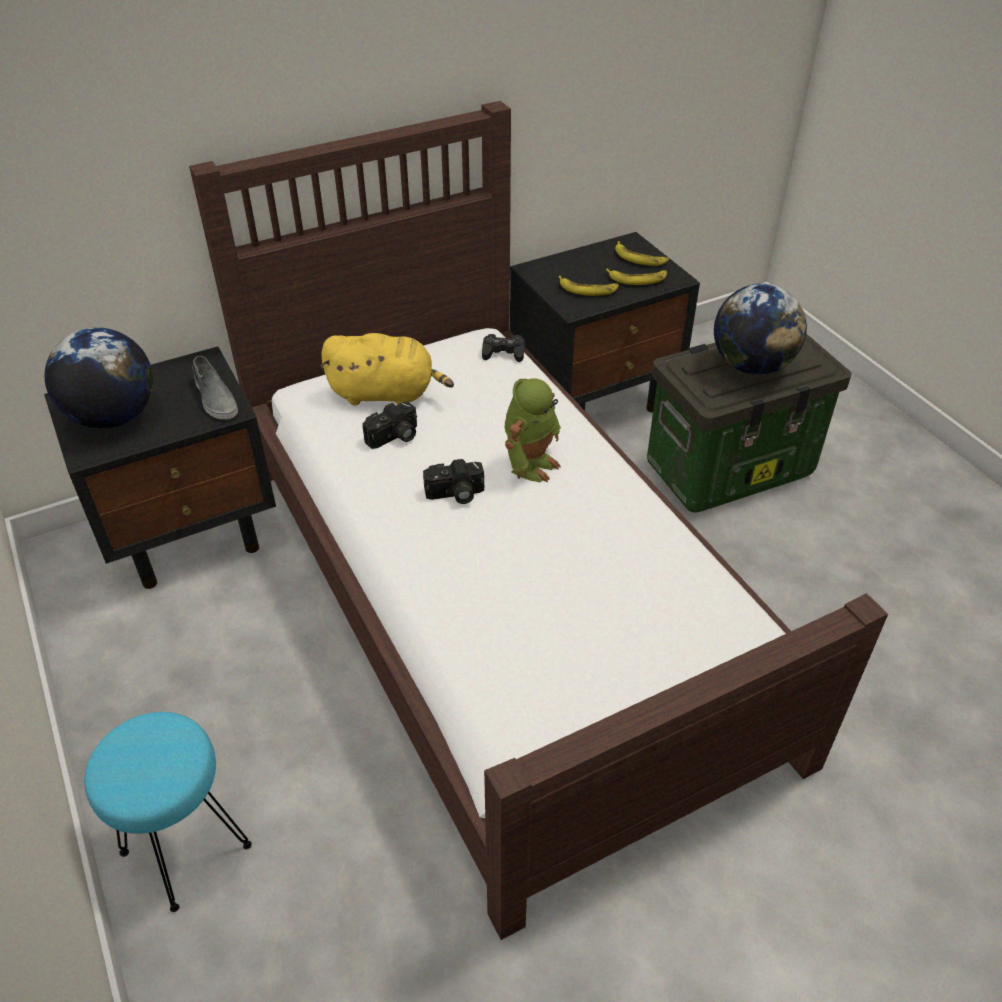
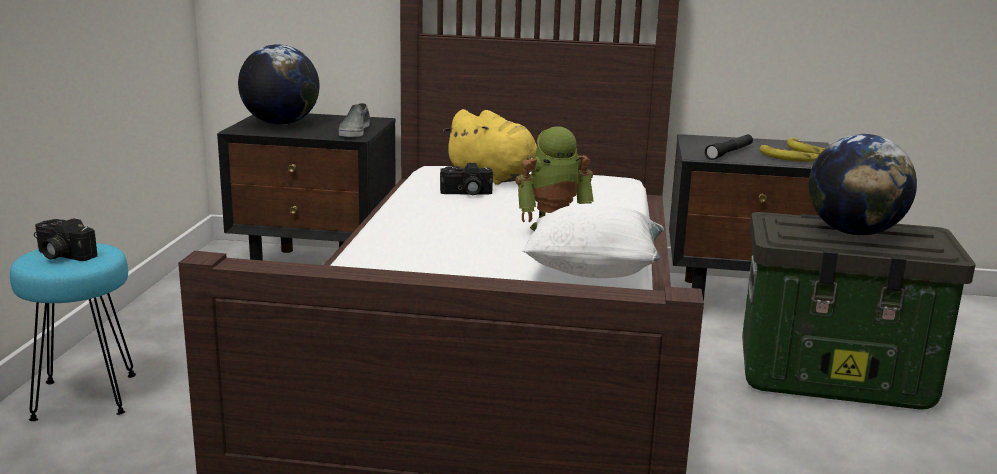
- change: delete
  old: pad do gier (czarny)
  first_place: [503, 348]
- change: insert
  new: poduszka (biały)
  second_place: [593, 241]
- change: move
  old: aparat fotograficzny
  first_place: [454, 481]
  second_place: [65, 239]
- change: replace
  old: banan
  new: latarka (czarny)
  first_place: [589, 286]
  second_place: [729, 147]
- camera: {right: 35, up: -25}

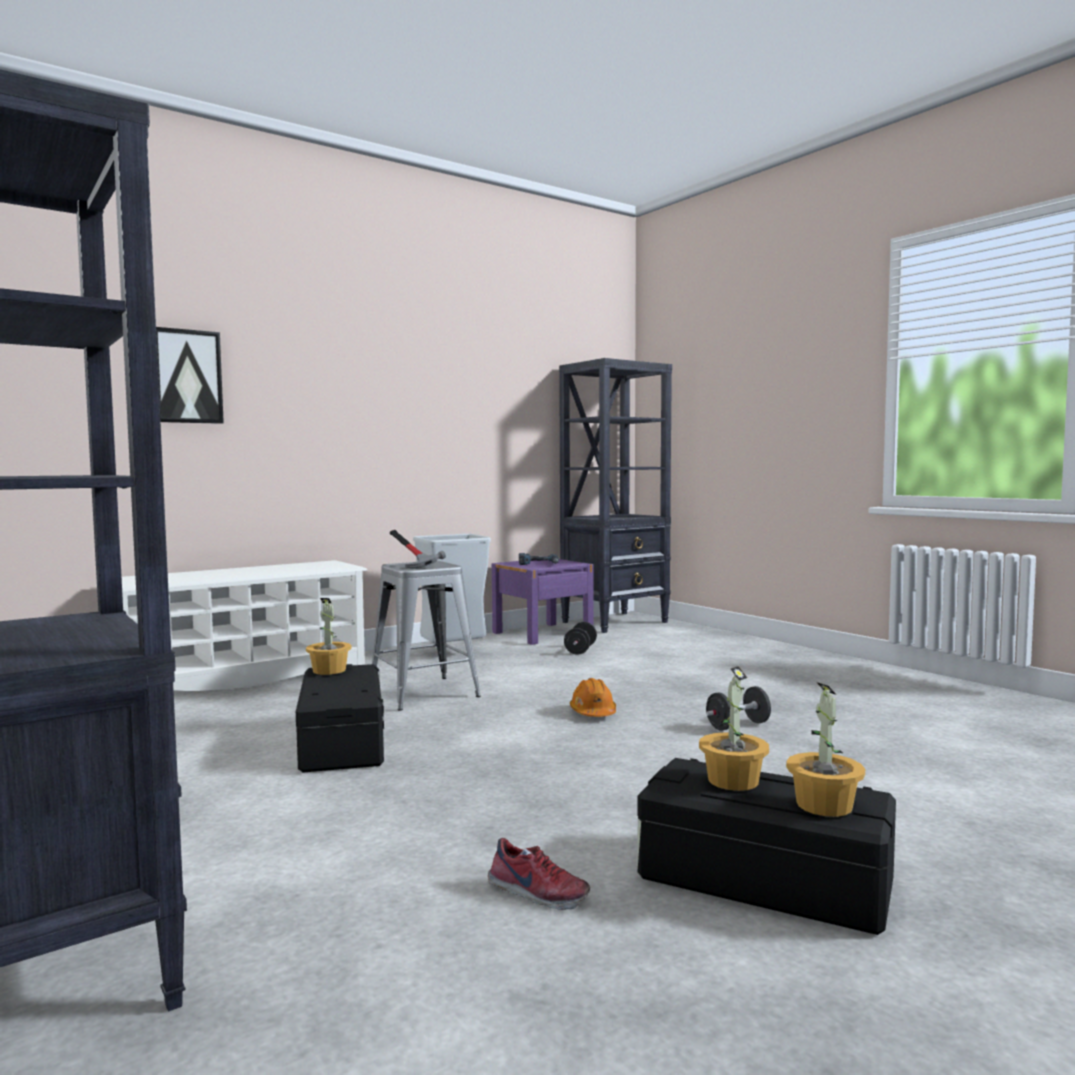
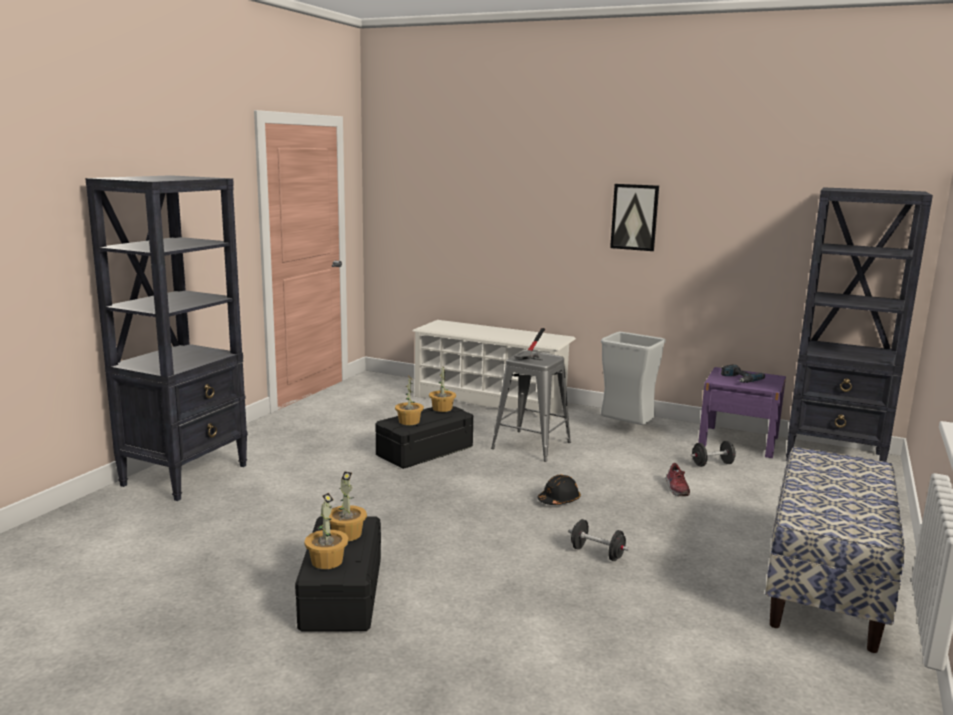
- change: insert
  new: roślina doniczkowa
  second_place: [409, 400]
- change: insert
  new: ławka
  second_place: [835, 550]
- change: move
  old: obraz
  first_place: [190, 375]
  second_place: [634, 217]
- change: move
  old: but
  first_place: [539, 874]
  second_place: [677, 480]
- change: recolor
  old: kask (pomarańczowy)
  new: kask (czarny)
  first_place: [593, 697]
  second_place: [559, 489]
- camera: {right: 60, up: 10}

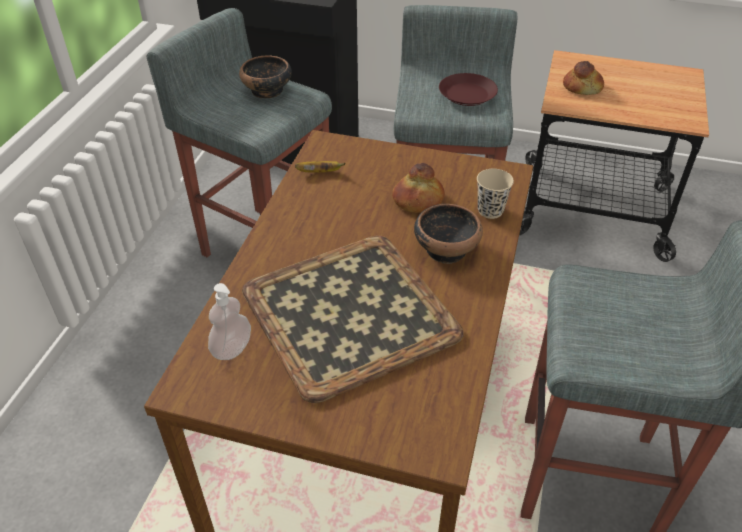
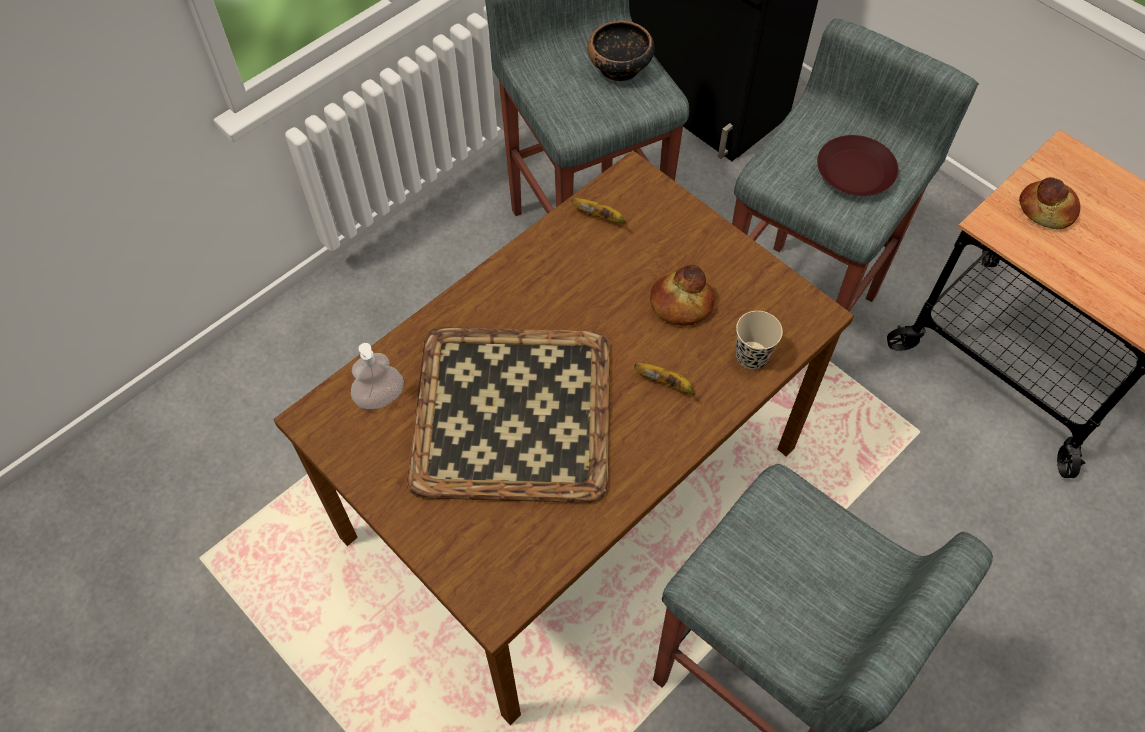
- change: replace
  old: miska
  new: banan
  first_place: [448, 234]
  second_place: [664, 379]
- camera: {right: 30, up: 15}

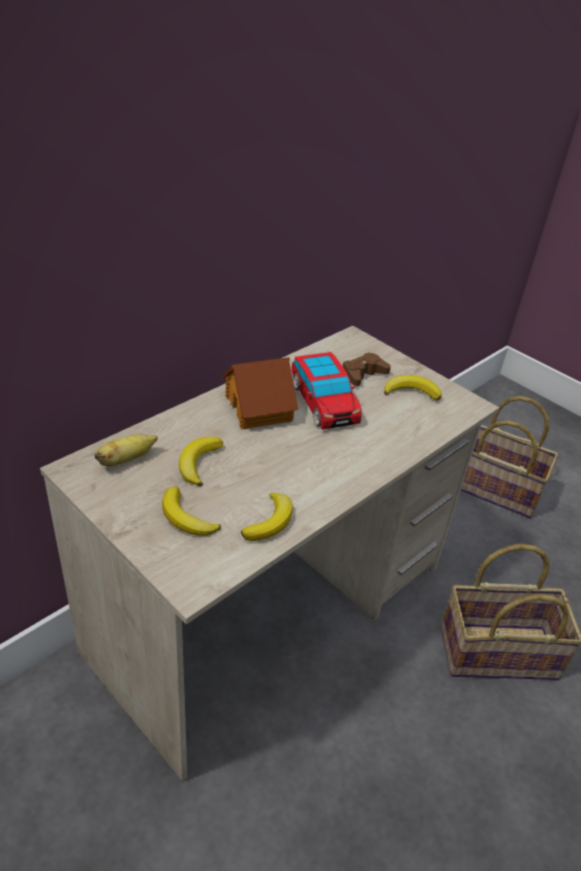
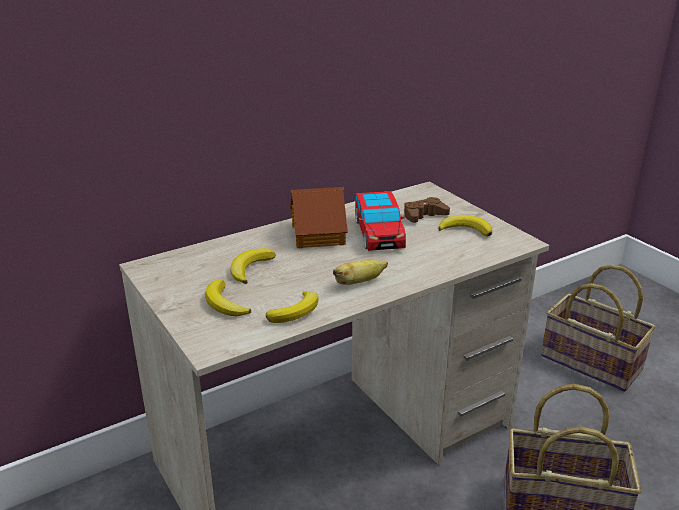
- change: move
  old: banan
  first_place: [126, 450]
  second_place: [360, 272]
- camera: {right: 15, up: -10}

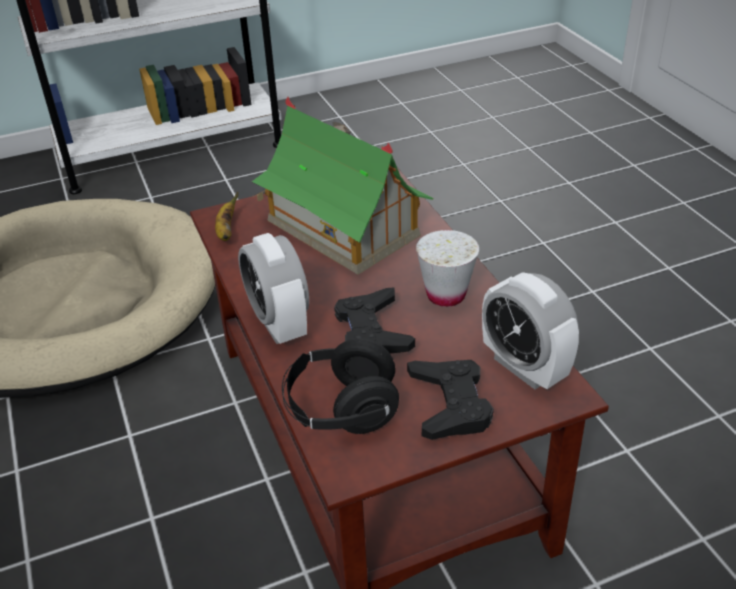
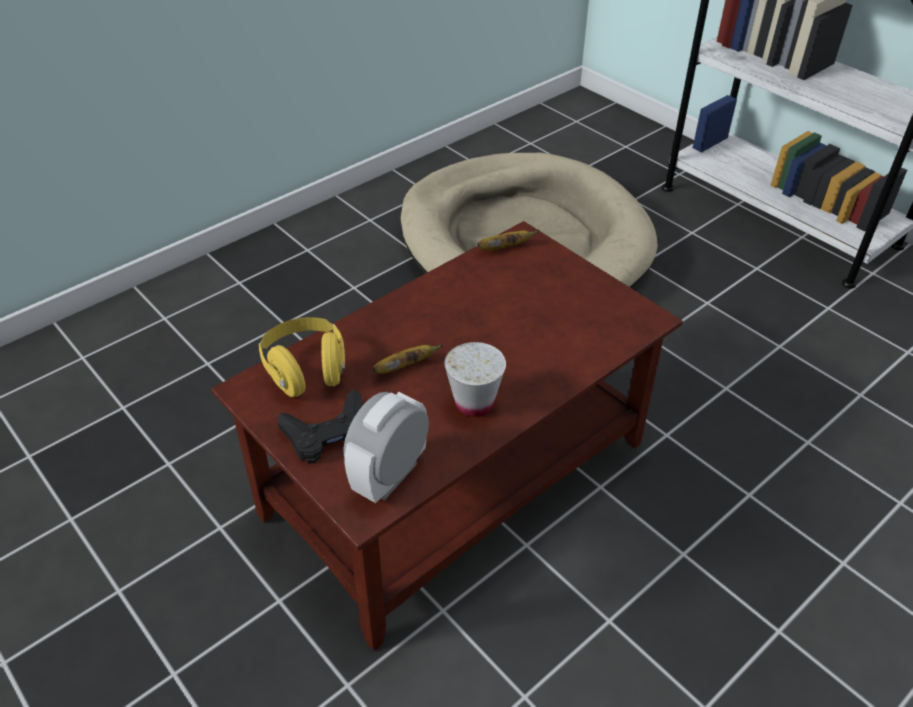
- change: delete
  old: budzik
  first_place: [273, 288]
- change: delete
  old: domek
  first_place: [342, 186]
- change: replace
  old: pad do gier (czarny)
  new: banan
  first_place: [374, 320]
  second_place: [408, 359]
- change: recolor
  old: słuchawki (czarny)
  new: słuchawki (żółty)
  first_place: [340, 386]
  second_place: [302, 357]
- camera: {right: 70, up: 5}

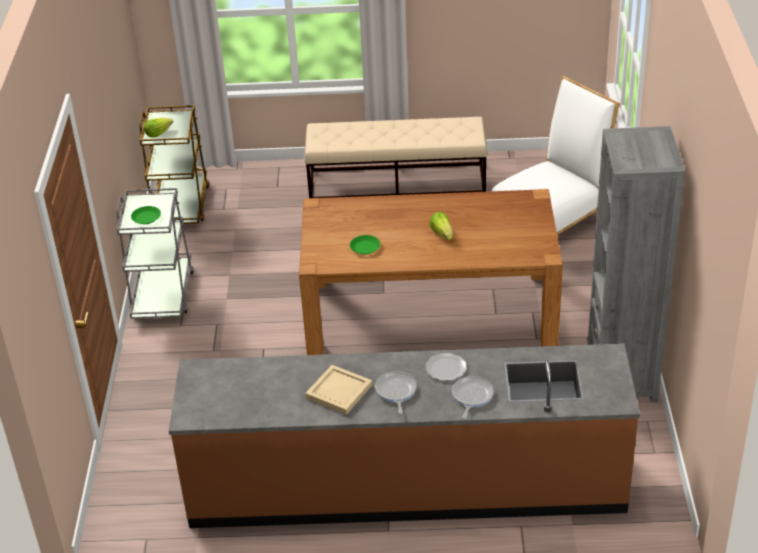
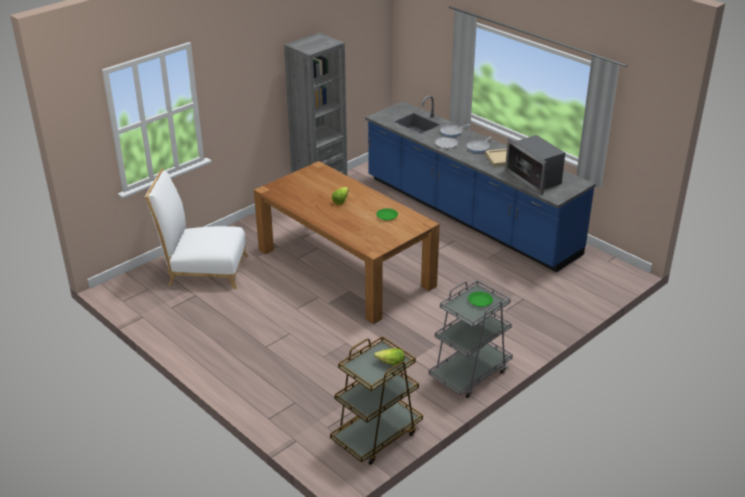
- change: delete
  old: ławka (beżowy)
  first_place: [396, 157]
- change: insert
  new: mikrofalówka
  second_place: [535, 165]
- change: recolor
  old: zabudowa kuchenna (brązowy)
  new: zabudowa kuchenna (niebieski)
  first_place: [404, 435]
  second_place: [480, 184]
- camera: {right: -135, up: -5}

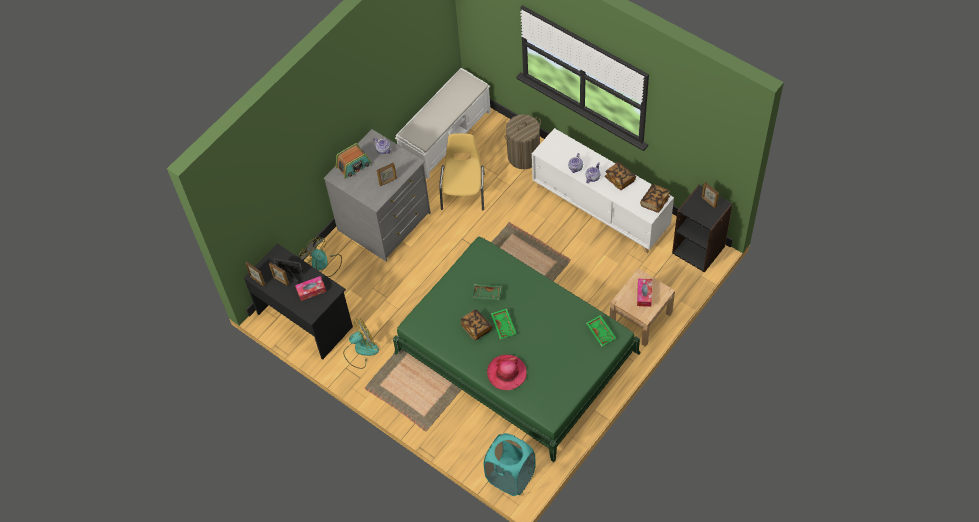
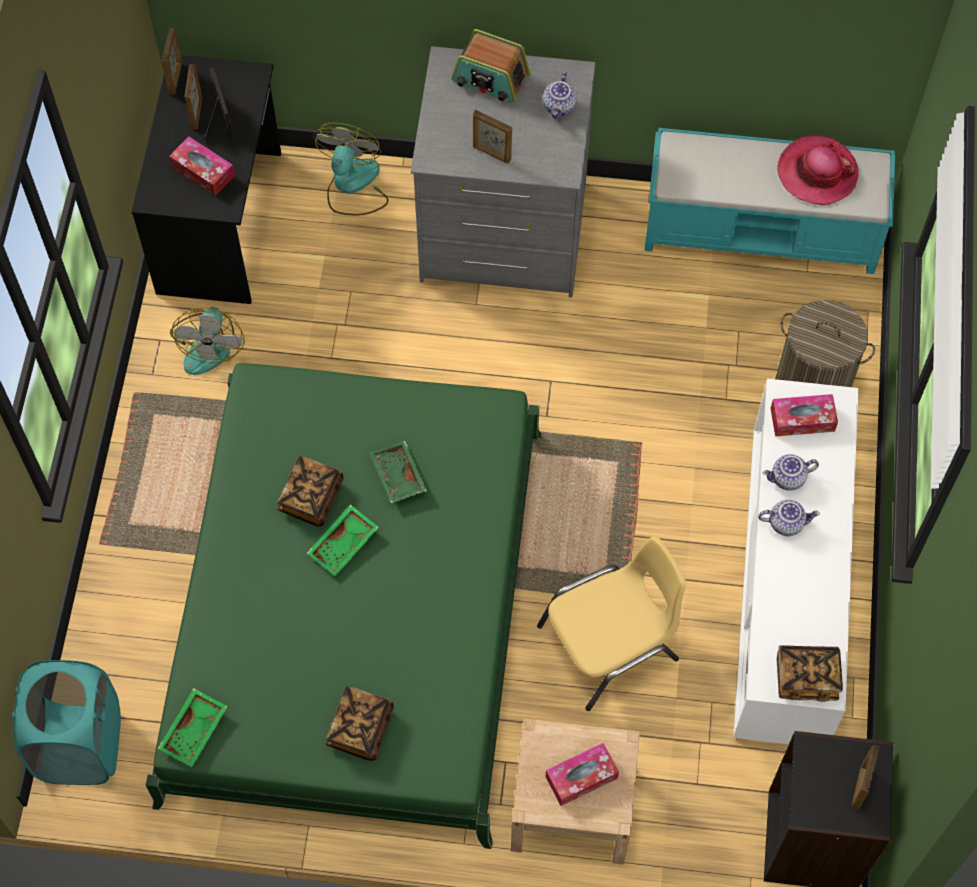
- change: insert
  new: pudełko chusteczek
  second_place: [804, 415]
- change: move
  old: krzesło (żółty)
  first_place: [462, 171]
  second_place: [611, 623]
- change: move
  old: kapelusz
  first_place: [507, 372]
  second_place: [817, 170]
- change: move
  old: taca (zielony)
  first_place: [601, 330]
  second_place: [193, 727]
- change: move
  old: książka
  first_place: [620, 176]
  second_place: [360, 723]
- change: recolor
  old: ławka (biały)
  new: ławka (turkusowy)
  first_place: [443, 123]
  second_place: [770, 201]
- change: rotate
  old: wentylator
  first_place: [361, 343]
  second_place: [207, 341]
  degrees: 60
- camera: {right: 55, up: 5}

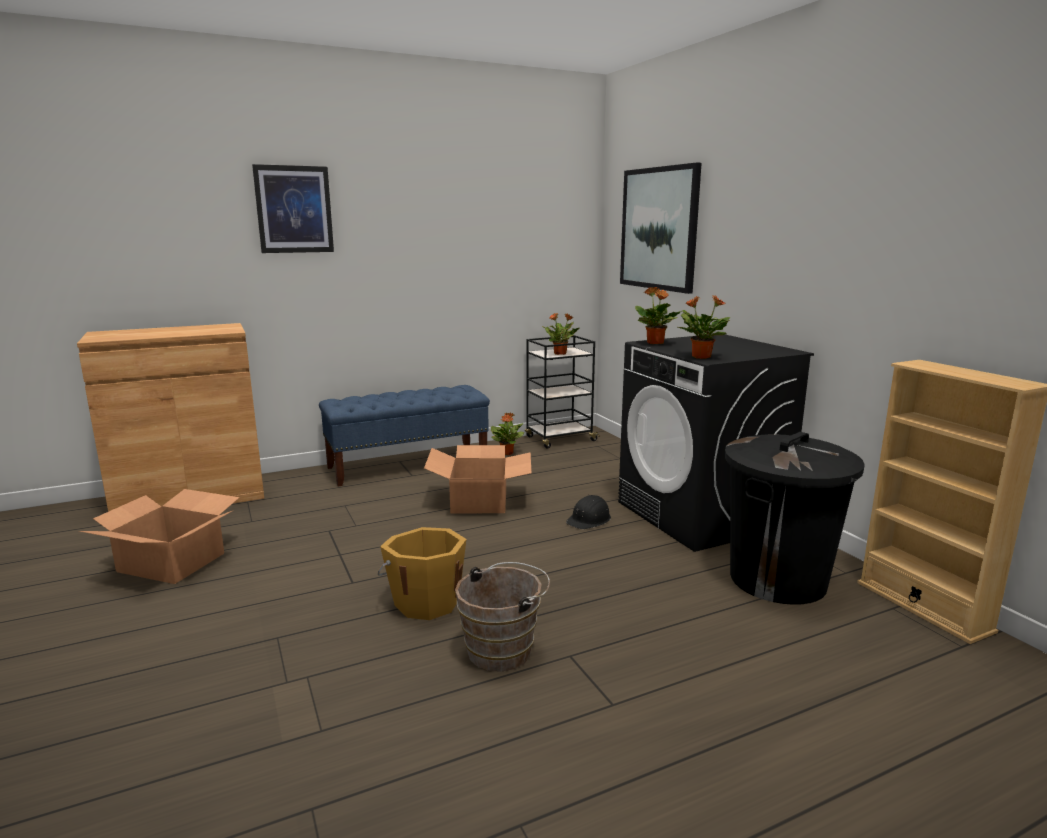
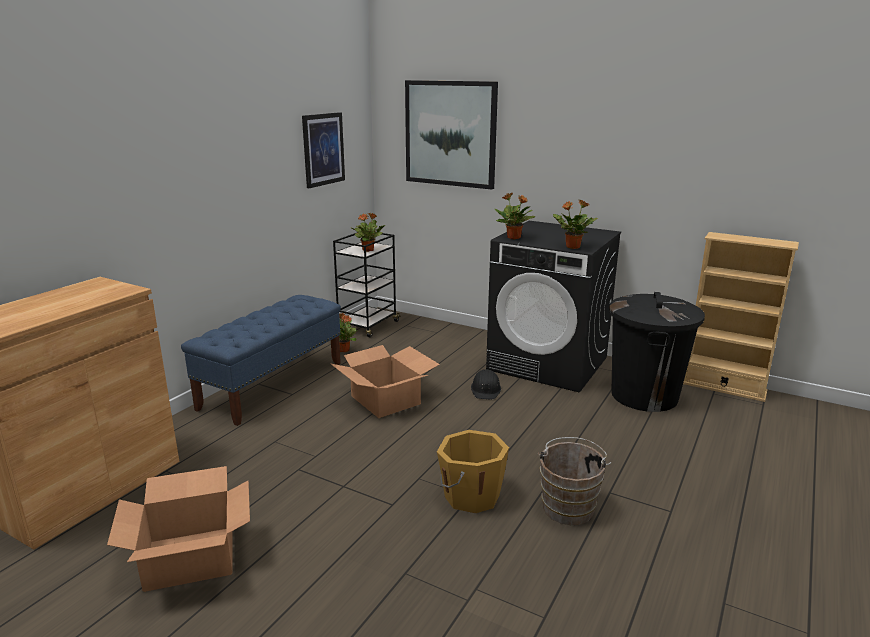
- change: move
  old: obraz
  first_place: [293, 208]
  second_place: [323, 150]
- camera: {right: -35, up: 5}

